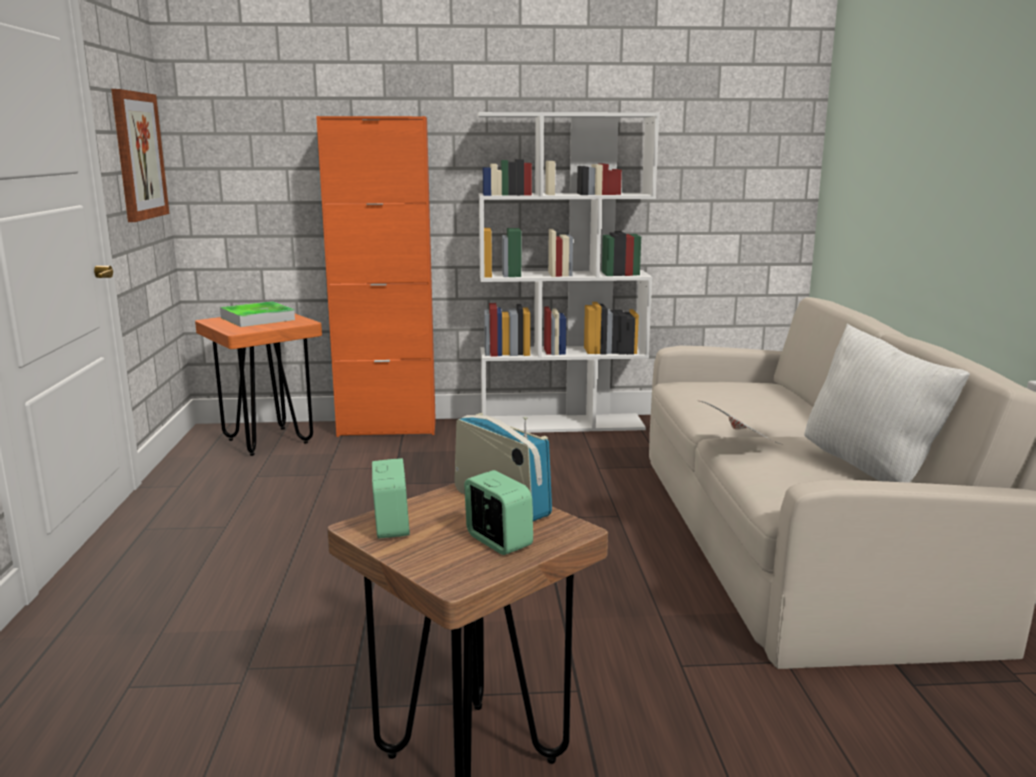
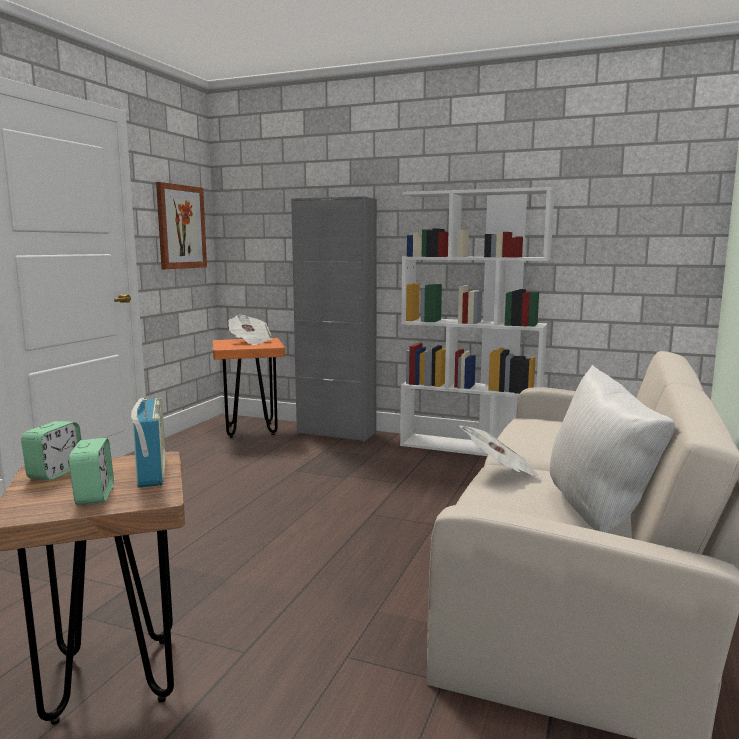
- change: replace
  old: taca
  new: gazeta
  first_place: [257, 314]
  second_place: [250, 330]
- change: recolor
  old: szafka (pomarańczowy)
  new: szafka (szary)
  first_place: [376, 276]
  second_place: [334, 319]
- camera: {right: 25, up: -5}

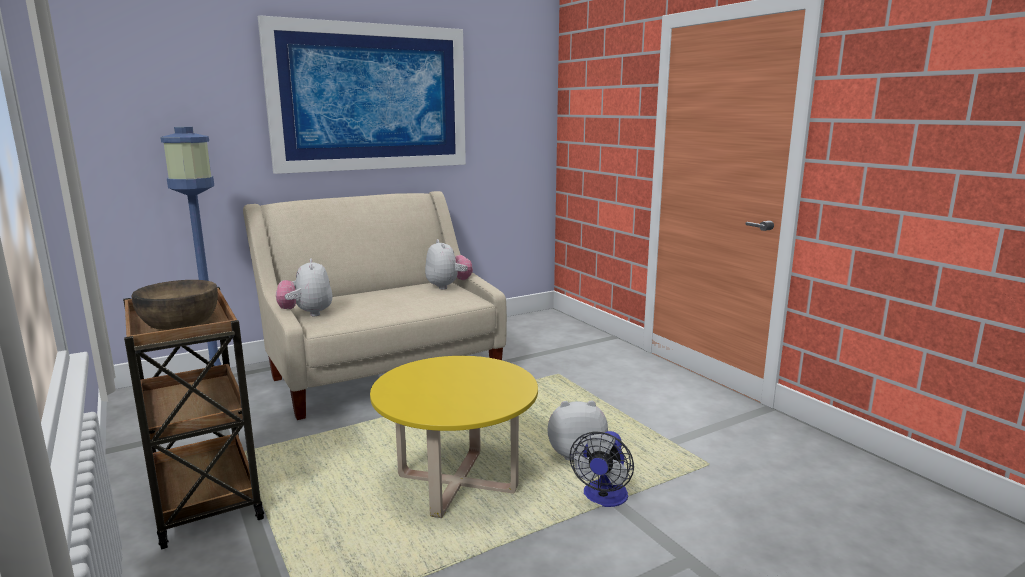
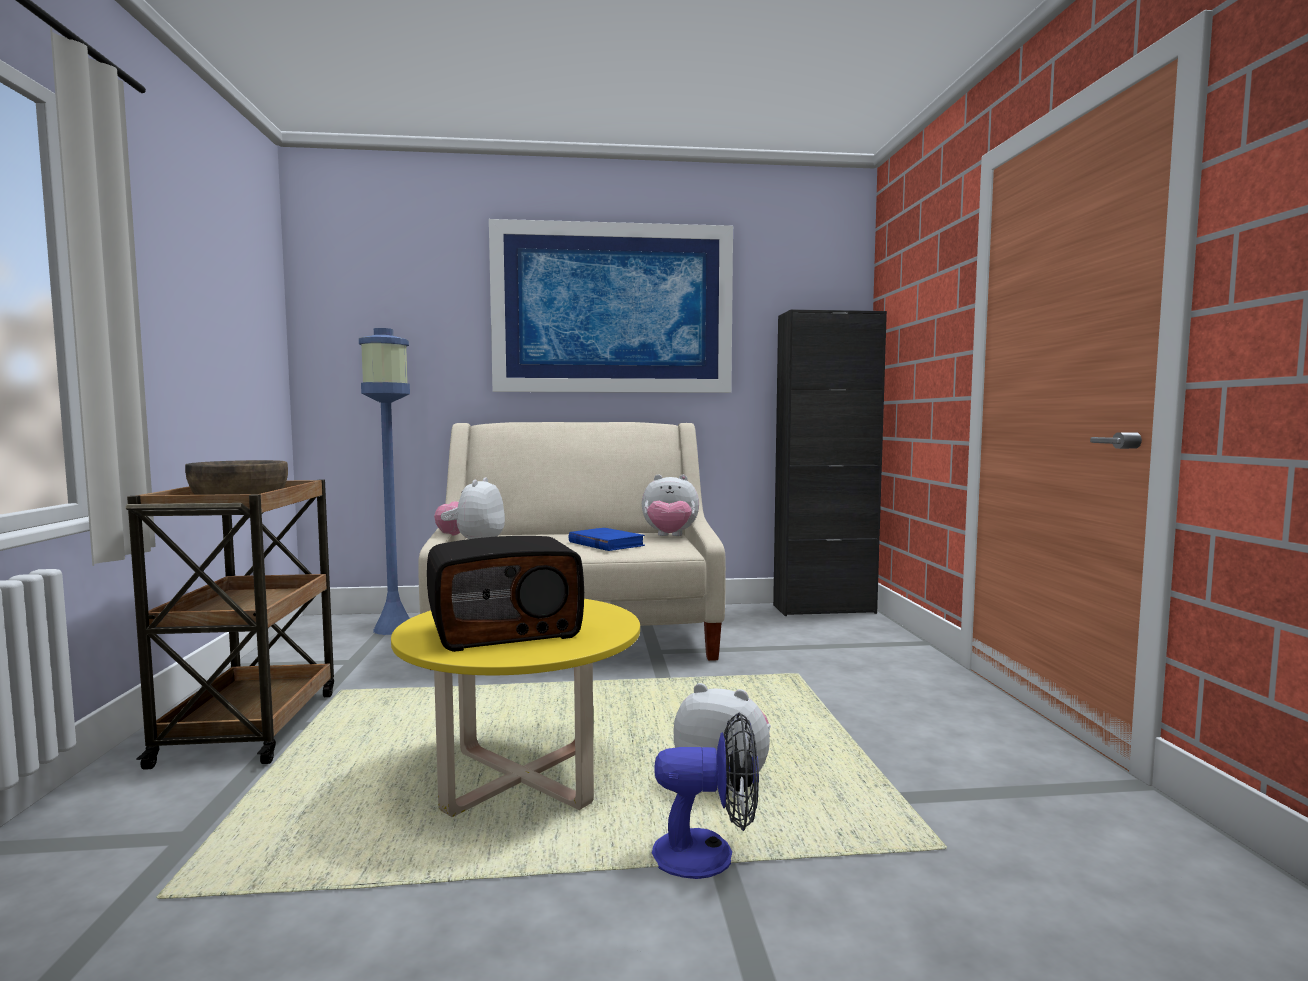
- change: insert
  new: radio
  second_place: [505, 594]
- change: insert
  new: książka (niebieski)
  second_place: [606, 539]
- change: insert
  new: szafka (czarny)
  second_place: [830, 462]
- change: rotate
  old: pluszak
  first_place: [449, 264]
  second_place: [670, 505]
  degrees: 90
- change: rotate
  old: wentylator
  first_place: [601, 469]
  second_place: [705, 795]
  degrees: -135
- camera: {right: 25, up: -10}

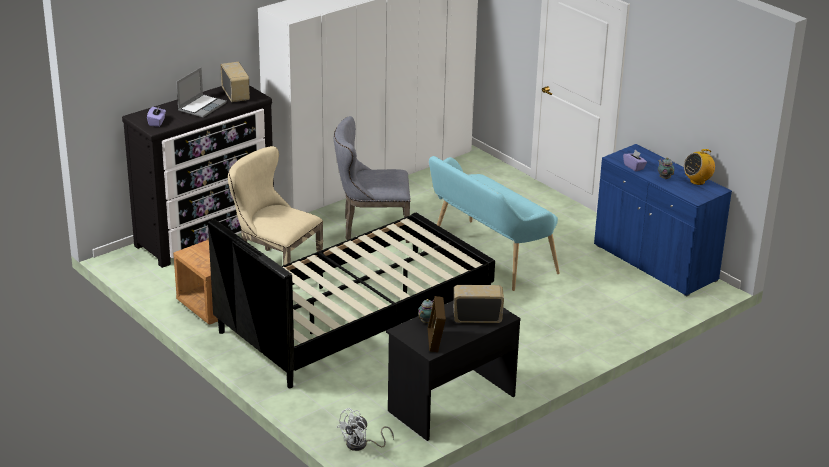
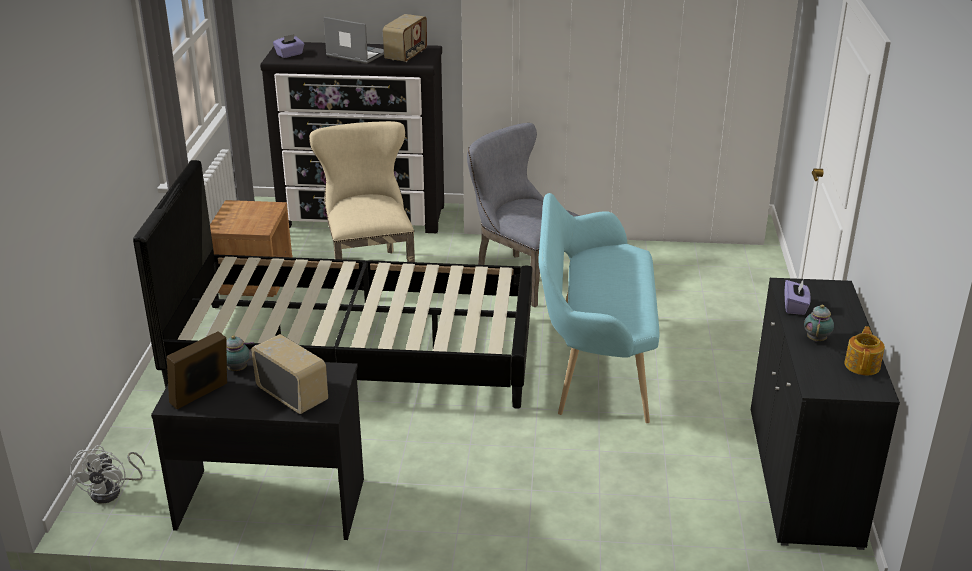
- change: replace
  old: radio
  new: imbryk
  first_place: [699, 167]
  second_place: [864, 350]
- change: recolor
  old: szafka (niebieski)
  new: szafka (czarny)
  first_place: [663, 220]
  second_place: [825, 414]
- change: rotate
  old: laptop
  first_place: [201, 92]
  second_place: [354, 40]
  degrees: -135
- change: rotate
  old: wentylator (biały)
  first_place: [365, 429]
  second_place: [107, 474]
  degrees: -90
- camera: {right: 45, up: 0}

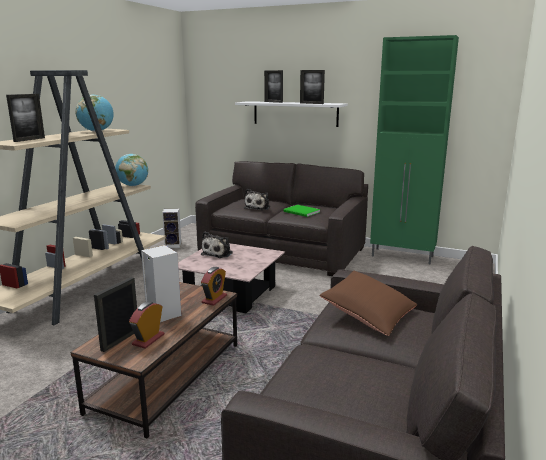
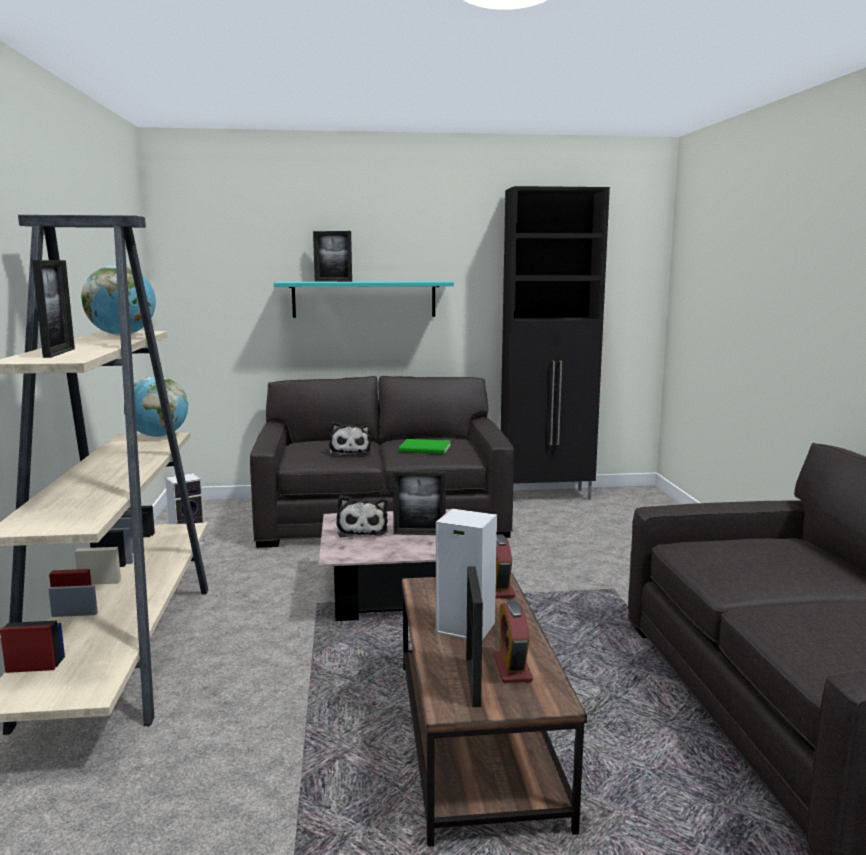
- change: delete
  old: poduszka (brązowy)
  first_place: [368, 303]
- change: move
  old: ramka na zdjęcie
  first_place: [312, 87]
  second_place: [419, 503]
- change: recolor
  old: półka (biały)
  new: półka (turkusowy)
  first_place: [291, 114]
  second_place: [364, 299]
- change: recolor
  old: szafka (zielony)
  new: szafka (czarny)
  first_place: [414, 149]
  second_place: [555, 343]
- camera: {right: -30, up: -5}

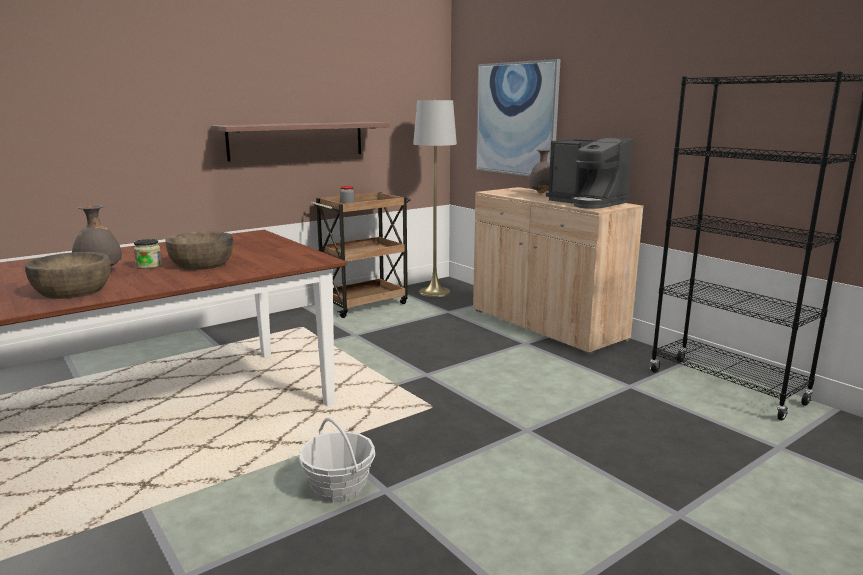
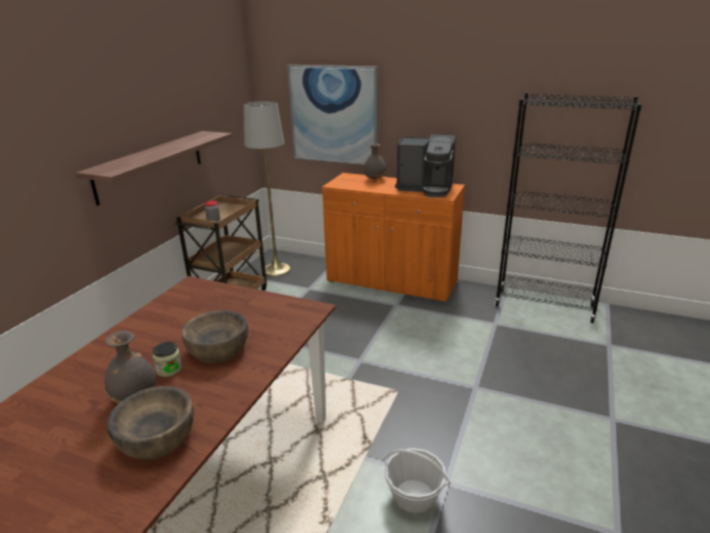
- change: recolor
  old: szafka (beżowy)
  new: szafka (pomarańczowy)
  first_place: [558, 271]
  second_place: [393, 238]
- camera: {right: -30, up: 10}

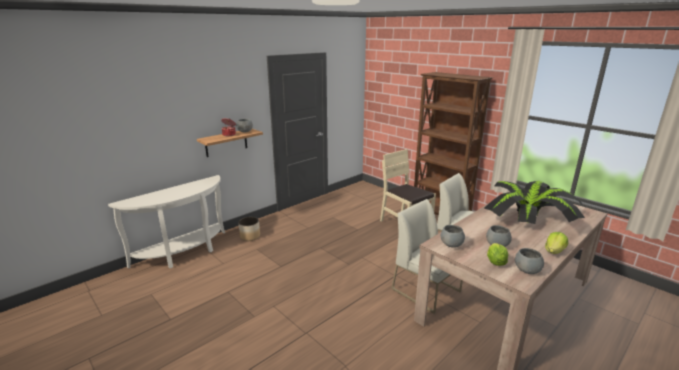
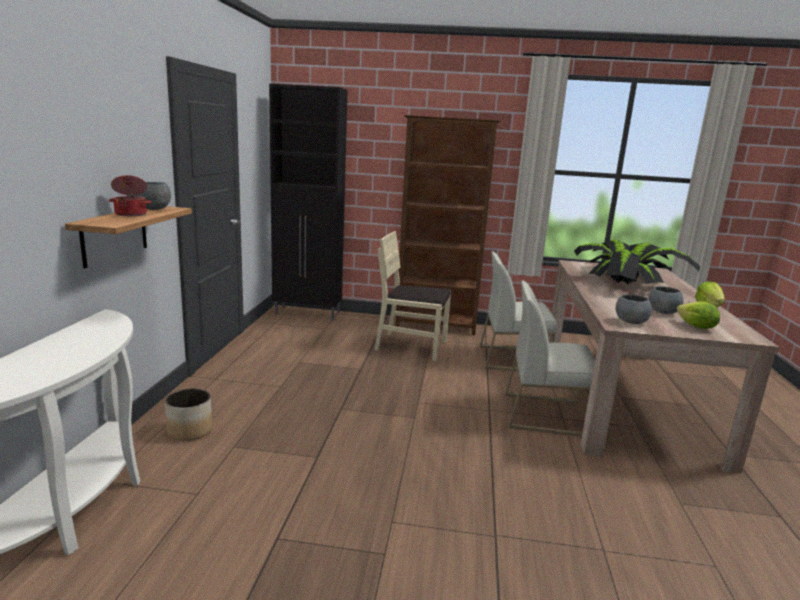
- change: delete
  old: miska (szary)
  first_place: [529, 261]
- change: insert
  new: szafka (czarny)
  second_place: [308, 202]
- camera: {right: -40, up: -5}

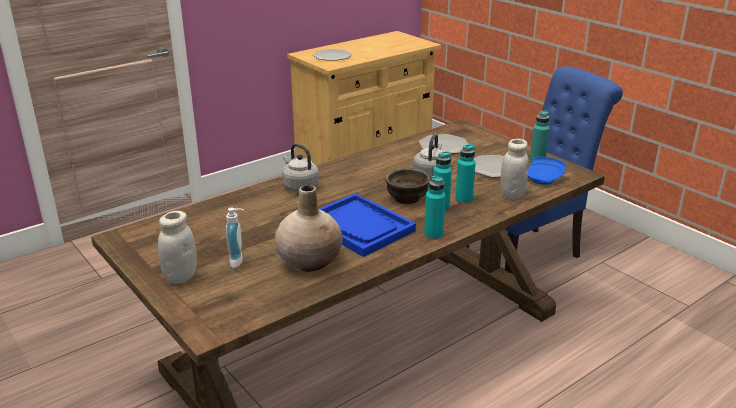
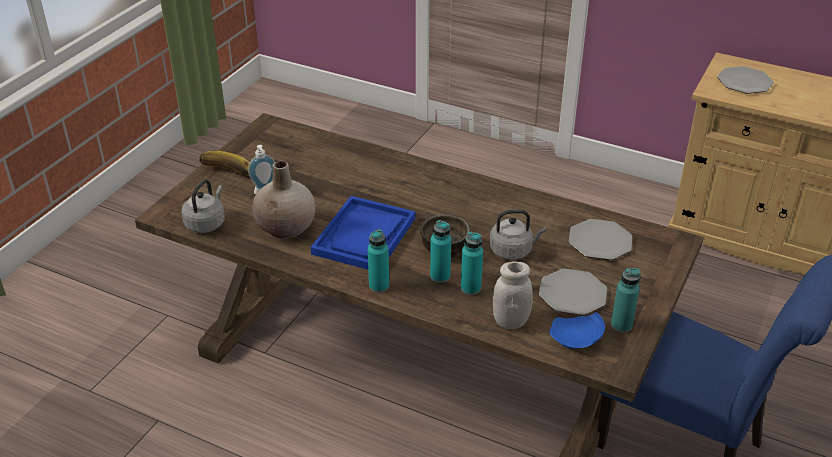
- change: move
  old: czajnik (szary)
  first_place: [300, 167]
  second_place: [203, 206]
- change: replace
  old: słoik (biały)
  new: banan
  first_place: [177, 247]
  second_place: [224, 163]
- camera: {right: 65, up: 10}

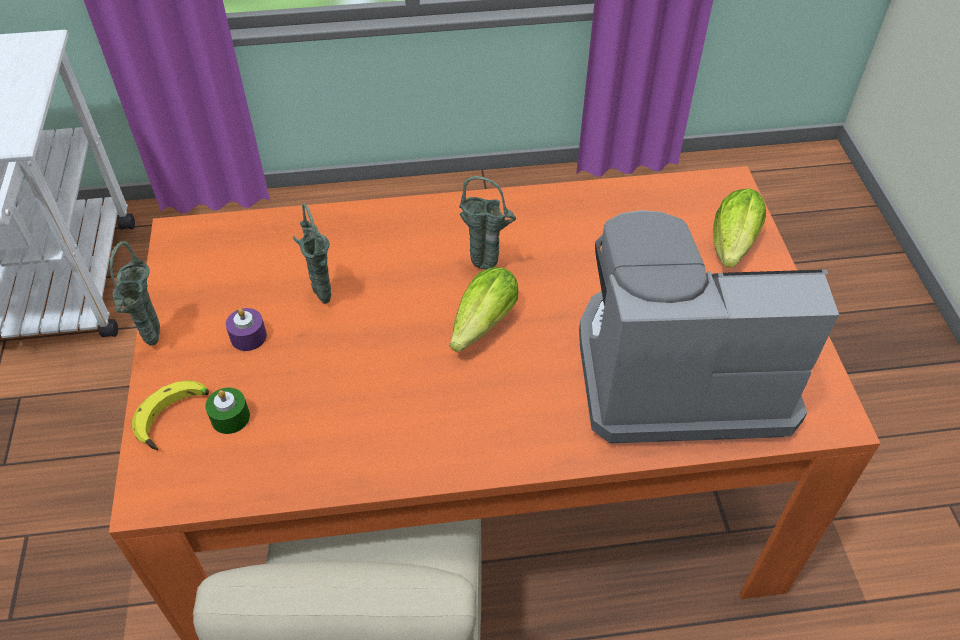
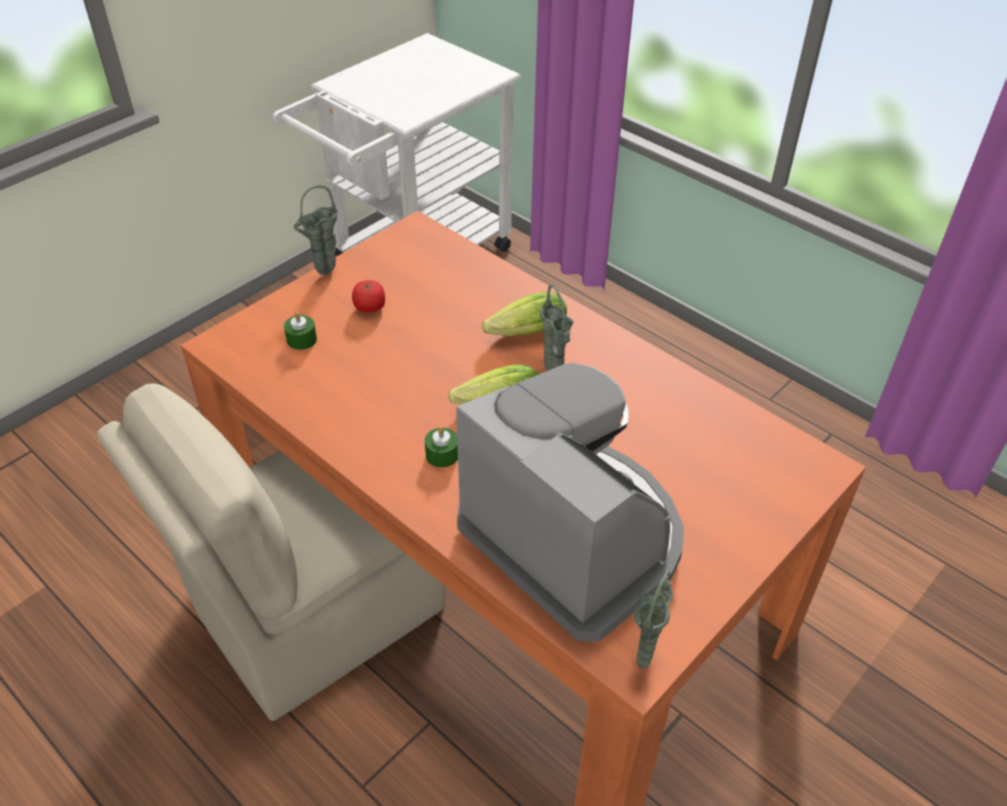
- change: delete
  old: banan
  first_place: [170, 415]
- change: insert
  new: świeca (zielony)
  second_place: [441, 447]
- change: move
  old: wazon (zielony)
  first_place: [312, 254]
  second_place: [653, 619]
- change: move
  old: sałata
  first_place: [739, 228]
  second_place: [524, 314]
- change: replace
  old: świeca (fioletowy)
  new: pomidor
  first_place: [246, 329]
  second_place: [368, 296]
- camera: {right: 50, up: -5}

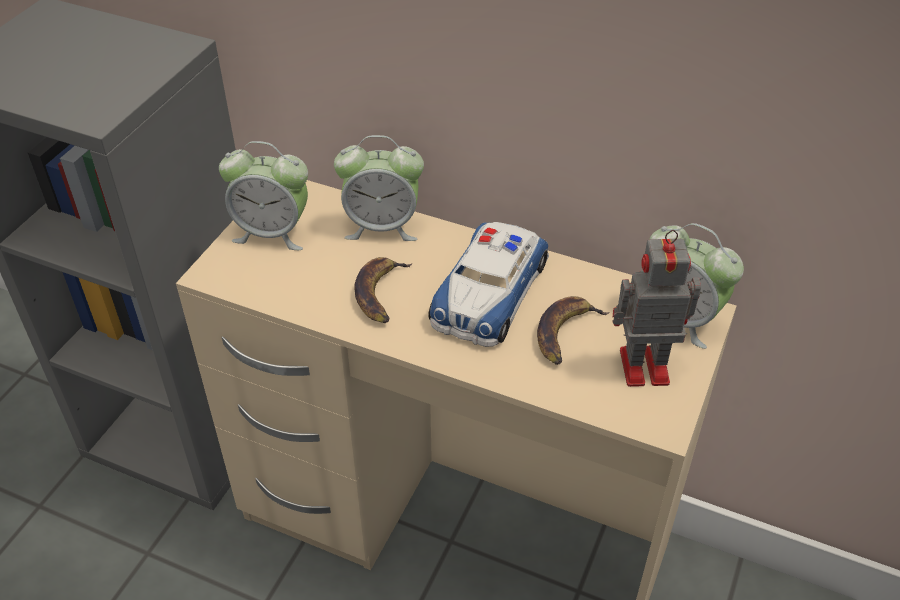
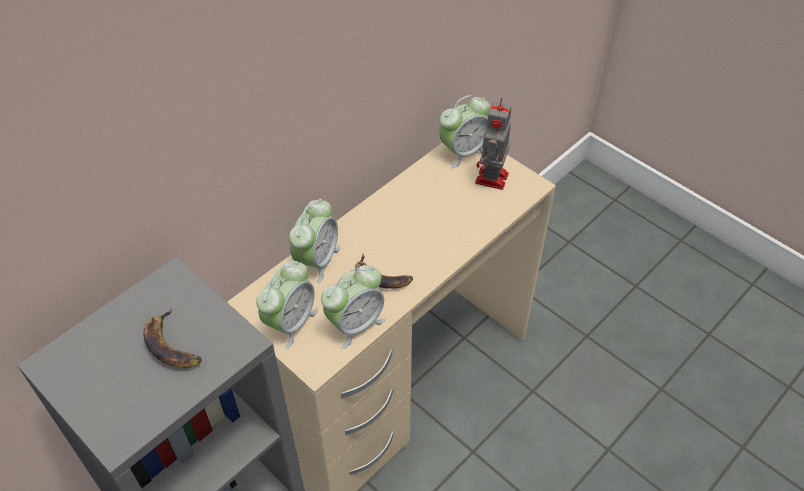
- change: delete
  old: samochodzik
  first_place: [488, 284]
- change: insert
  new: budzik
  second_place: [353, 306]
- change: move
  old: banan
  first_place: [573, 330]
  second_place: [172, 338]
- camera: {right: -70, up: 5}

